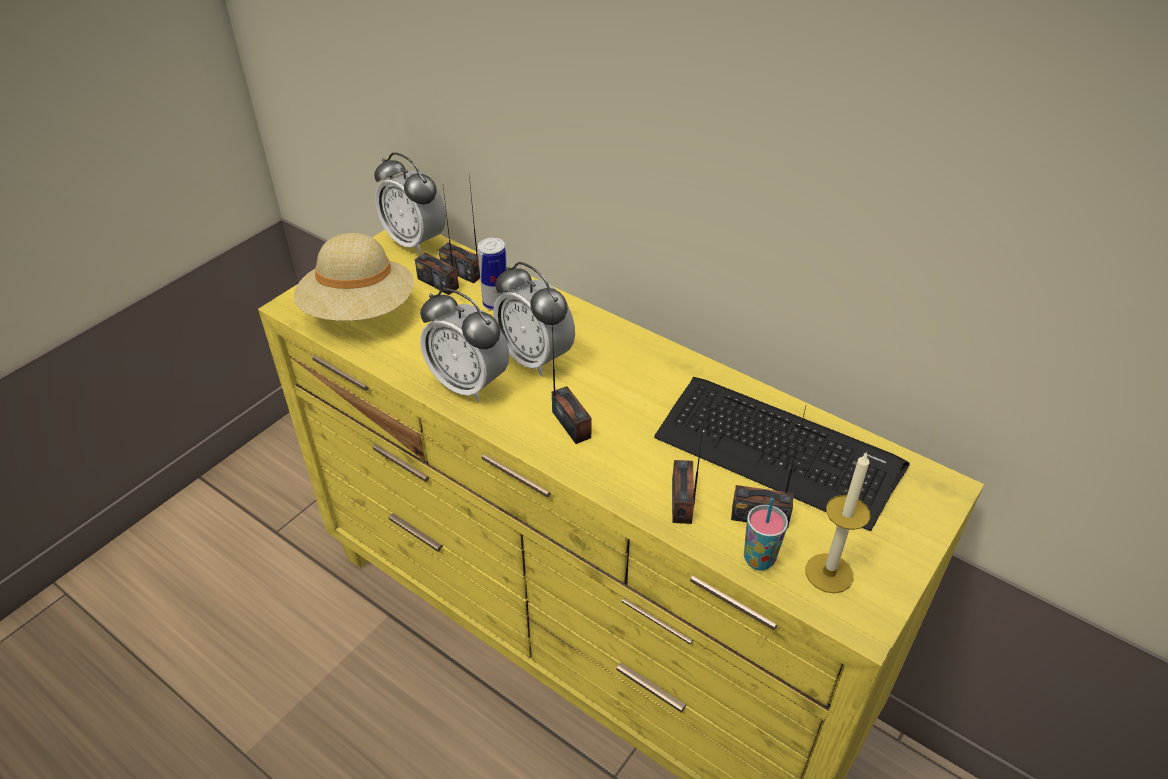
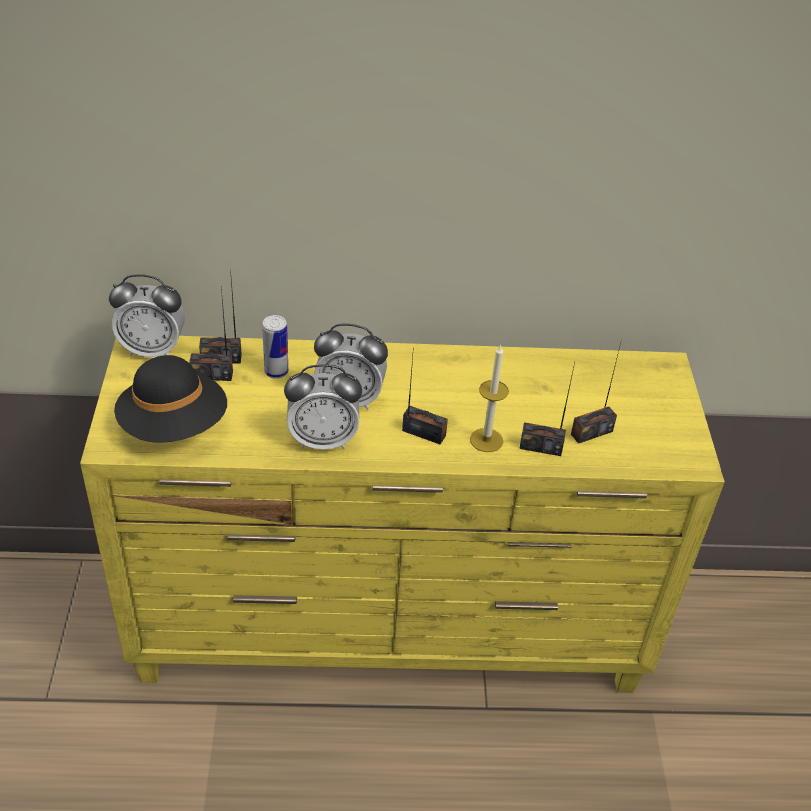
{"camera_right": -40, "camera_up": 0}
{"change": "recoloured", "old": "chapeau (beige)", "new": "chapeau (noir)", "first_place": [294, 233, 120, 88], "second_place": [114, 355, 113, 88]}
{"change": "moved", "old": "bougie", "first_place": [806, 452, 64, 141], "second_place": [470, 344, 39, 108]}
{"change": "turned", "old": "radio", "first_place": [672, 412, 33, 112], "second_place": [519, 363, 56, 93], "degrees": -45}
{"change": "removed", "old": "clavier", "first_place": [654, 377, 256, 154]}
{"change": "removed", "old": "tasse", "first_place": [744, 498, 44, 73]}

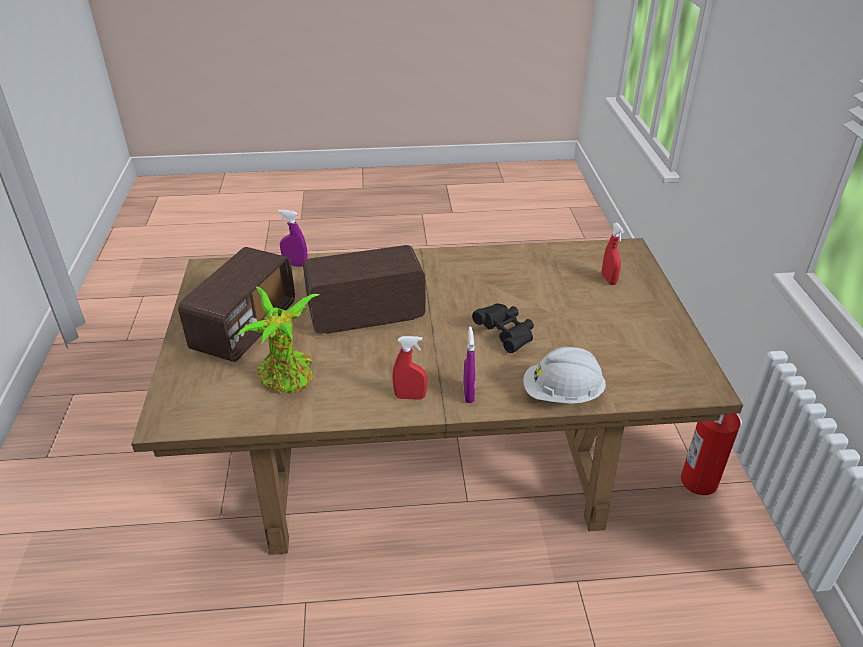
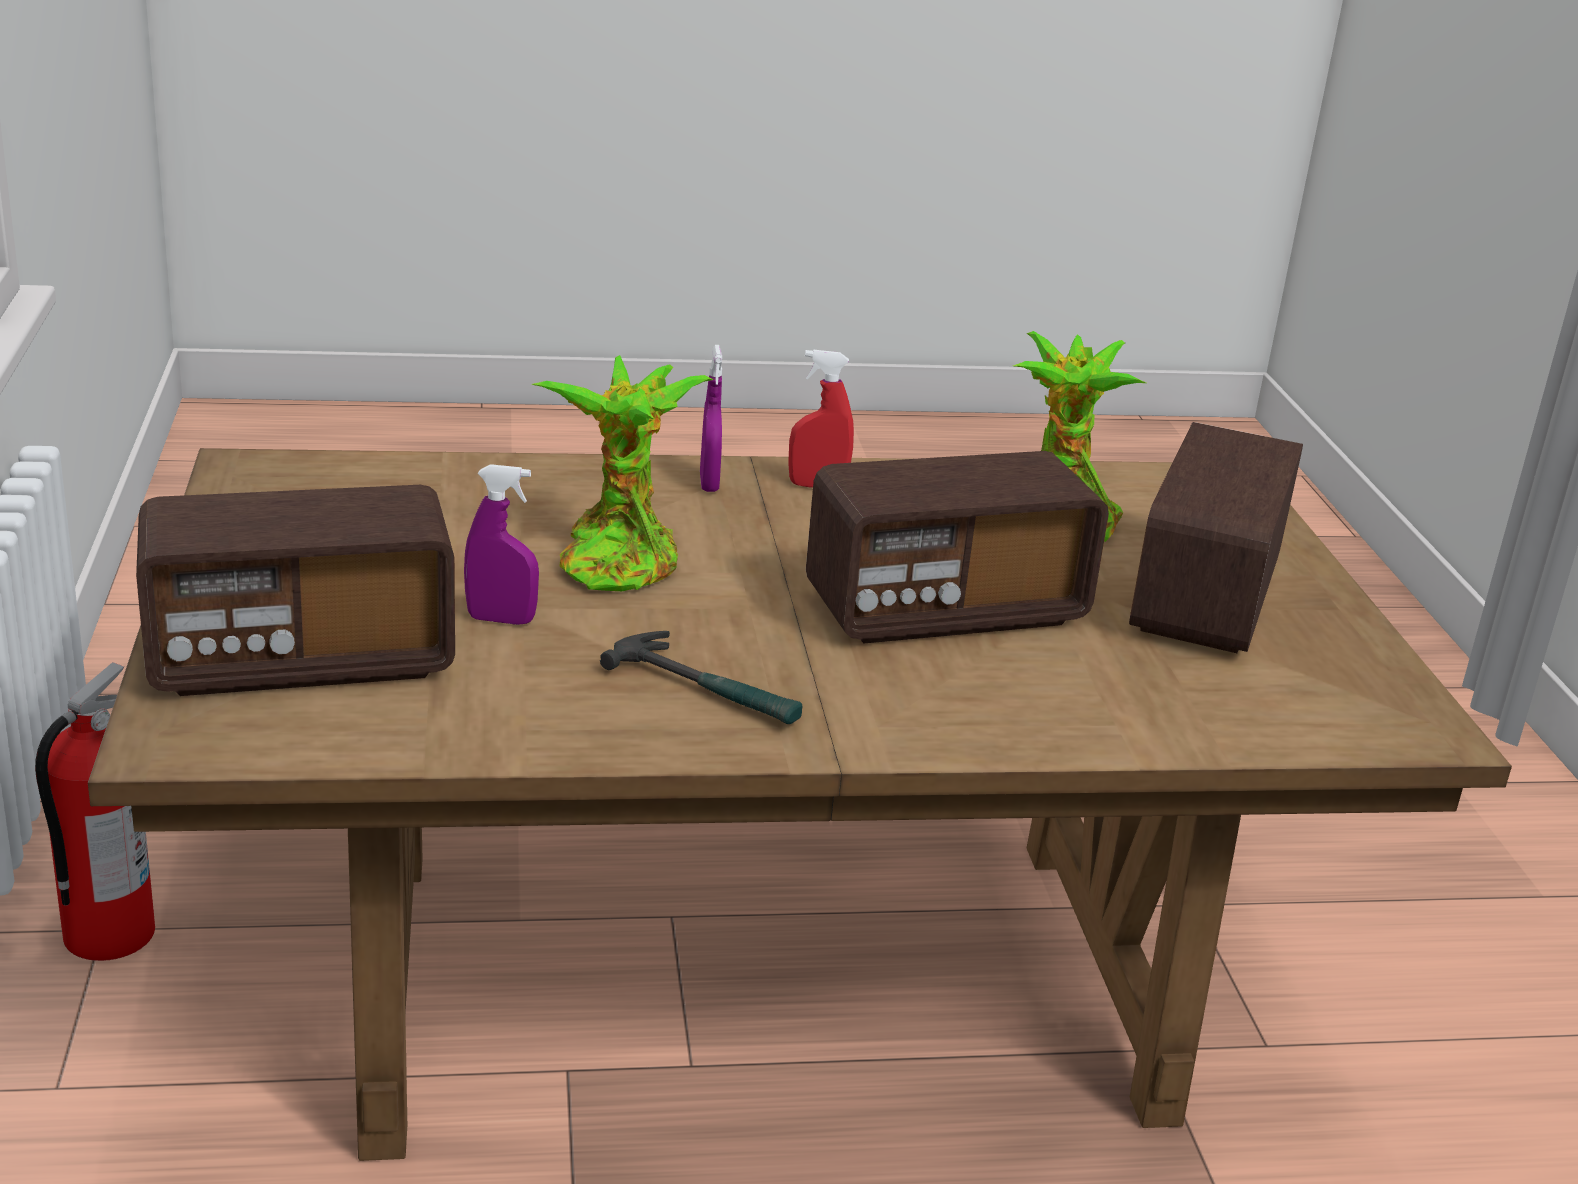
{"camera_right": 175, "camera_up": -10}
{"change": "replaced", "old": "vaporisateur (rouge)", "new": "radio", "first_place": [602, 223, 22, 62], "second_place": [136, 485, 319, 211]}
{"change": "moved", "old": "vaporisateur (violet)", "first_place": [278, 210, 30, 57], "second_place": [464, 464, 75, 161]}
{"change": "replaced", "old": "jumelles (noir)", "new": "plante en pot", "first_place": [472, 304, 62, 49], "second_place": [532, 355, 182, 236]}
{"change": "added", "new": "marteau", "second_place": [600, 631, 202, 93]}
{"change": "removed", "old": "casque de chantier (blanc)", "first_place": [523, 347, 83, 57]}

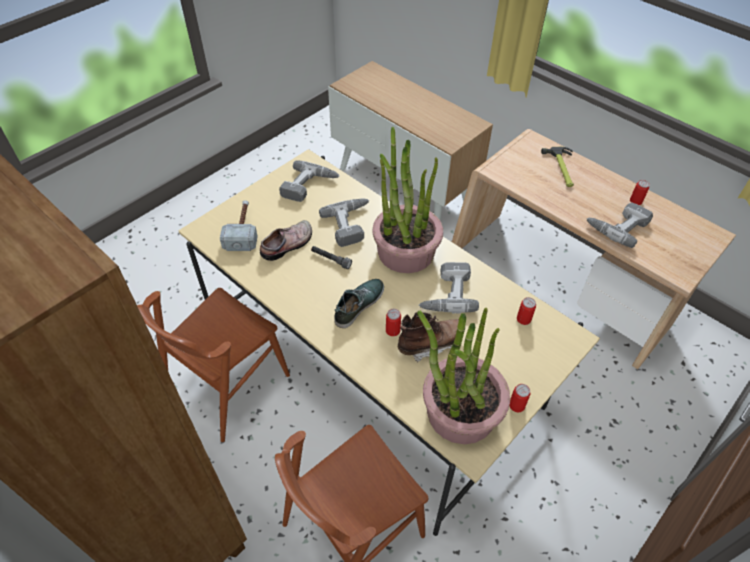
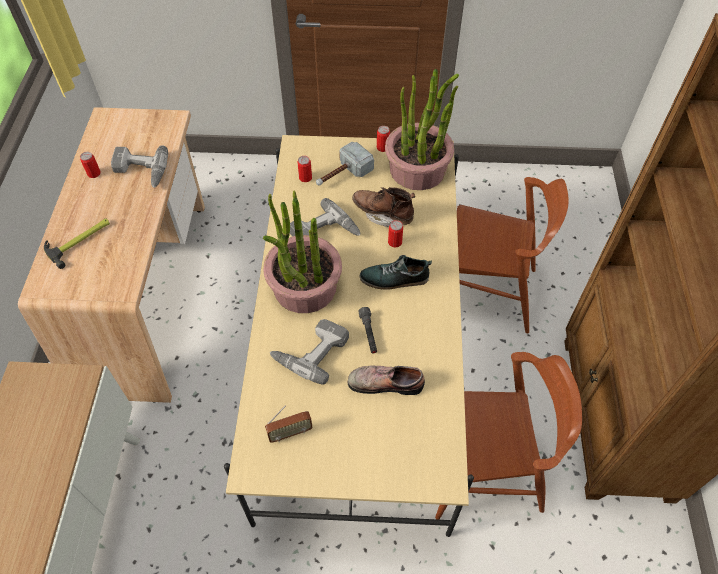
{"camera_right": -130, "camera_up": 5}
{"change": "replaced", "old": "perceuse", "new": "radio", "first_place": [279, 160, 61, 42], "second_place": [265, 405, 48, 38]}
{"change": "moved", "old": "marteau", "first_place": [220, 200, 37, 51], "second_place": [316, 142, 58, 44]}

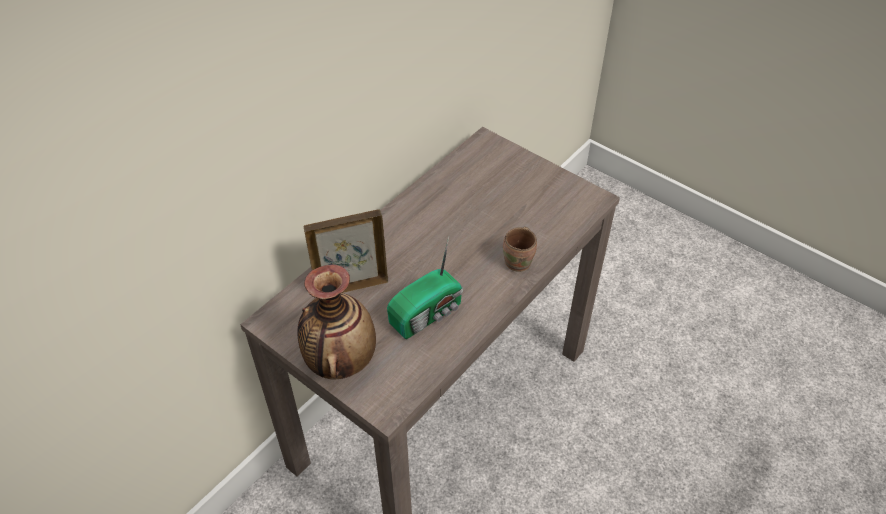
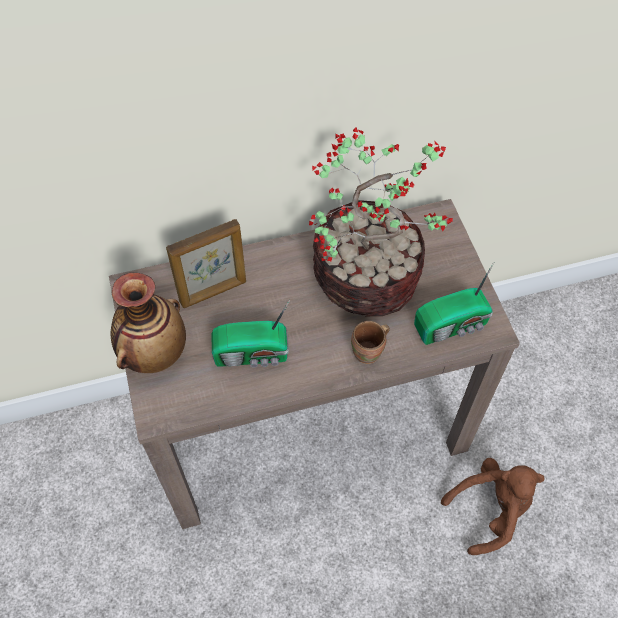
{"camera_right": 35, "camera_up": 10}
{"change": "turned", "old": "cadre photo", "first_place": [304, 210, 84, 83], "second_place": [166, 219, 80, 89], "degrees": 135}
{"change": "added", "new": "plante en pot", "second_place": [309, 127, 144, 189]}
{"change": "added", "new": "radio", "second_place": [414, 262, 80, 83]}
{"change": "added", "new": "peluche (marron)", "second_place": [441, 458, 104, 97]}

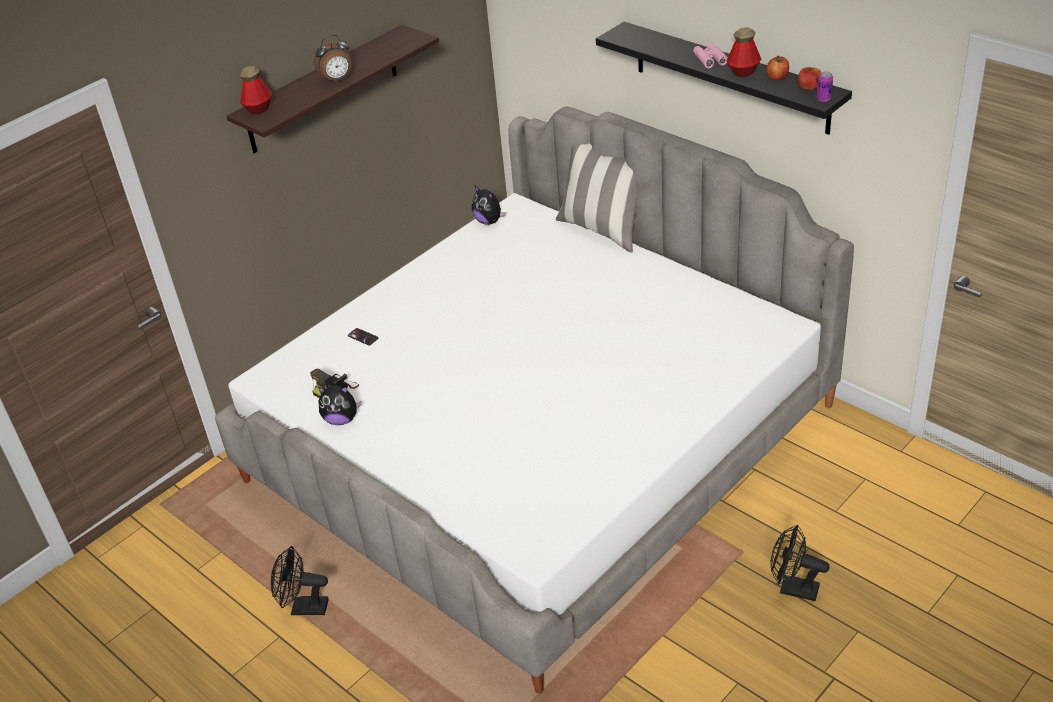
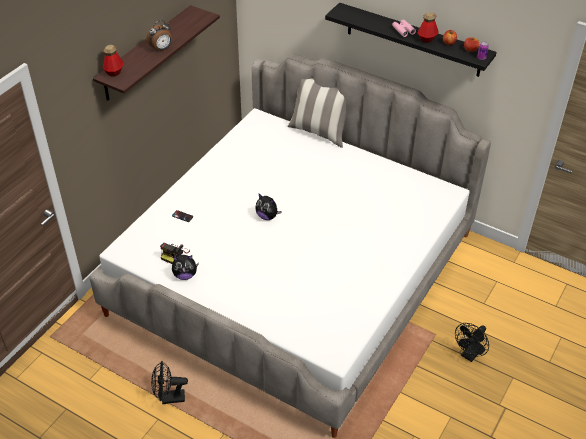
{"camera_right": -15, "camera_up": 5}
{"change": "moved", "old": "peluche", "first_place": [472, 185, 34, 40], "second_place": [255, 194, 27, 26]}
{"change": "turned", "old": "ventilateur (noir)", "first_place": [771, 525, 59, 76], "second_place": [455, 323, 34, 39], "degrees": -60}

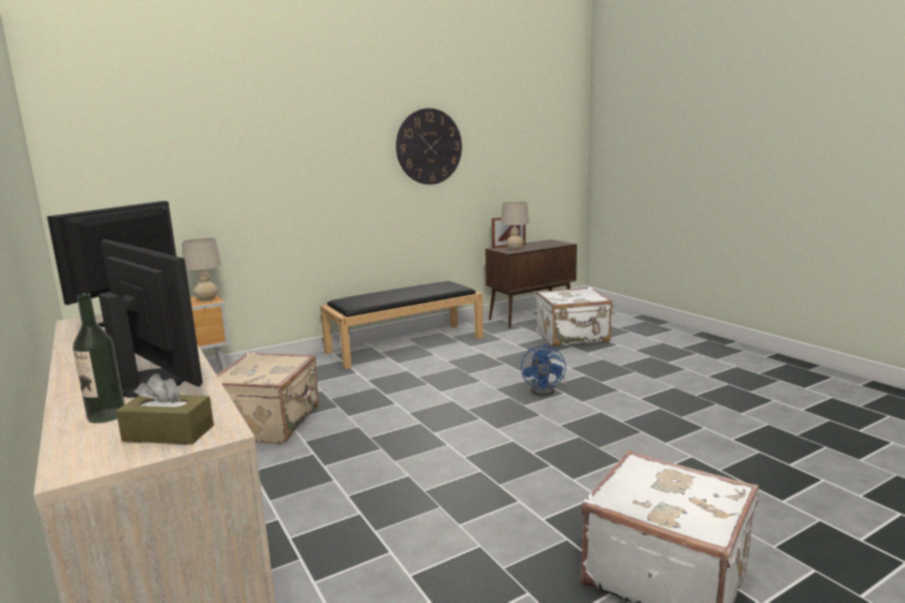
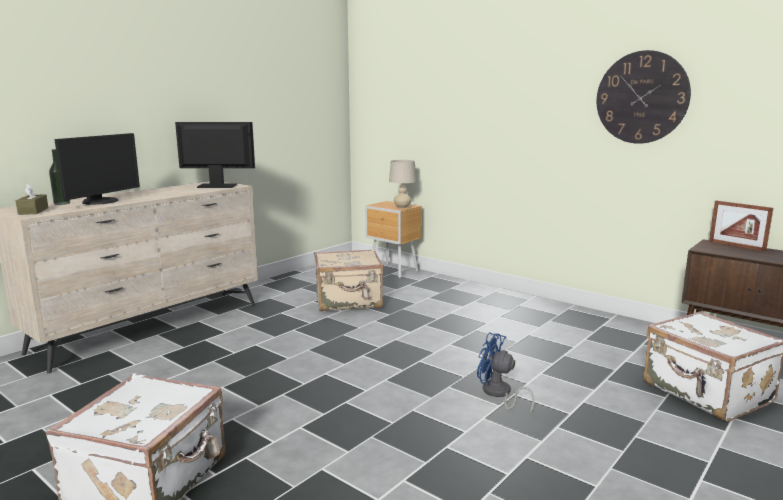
{"camera_right": 70, "camera_up": 0}
{"change": "turned", "old": "ventilateur (bleu)", "first_place": [521, 344, 46, 52], "second_place": [477, 332, 58, 82], "degrees": 45}
{"change": "removed", "old": "banc (noir)", "first_place": [320, 281, 163, 88]}
{"change": "removed", "old": "lampe de table (beige)", "first_place": [501, 202, 28, 49]}

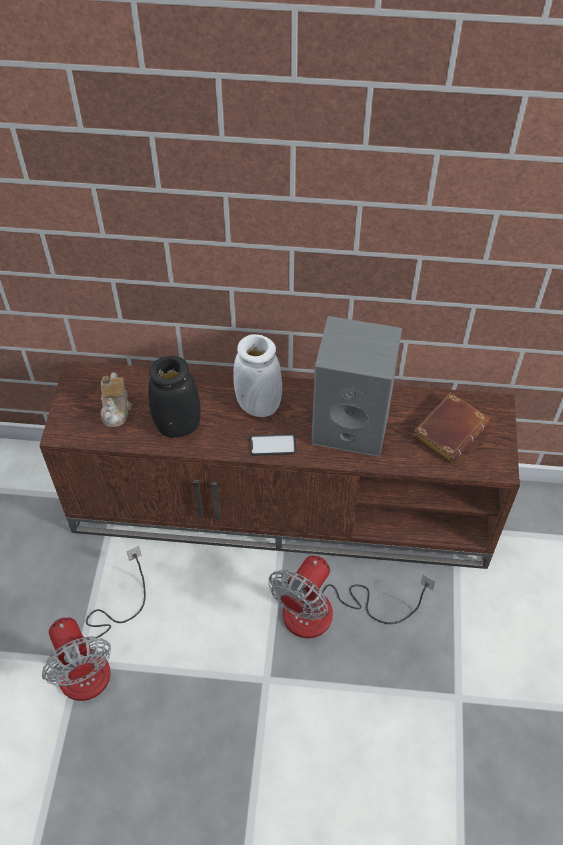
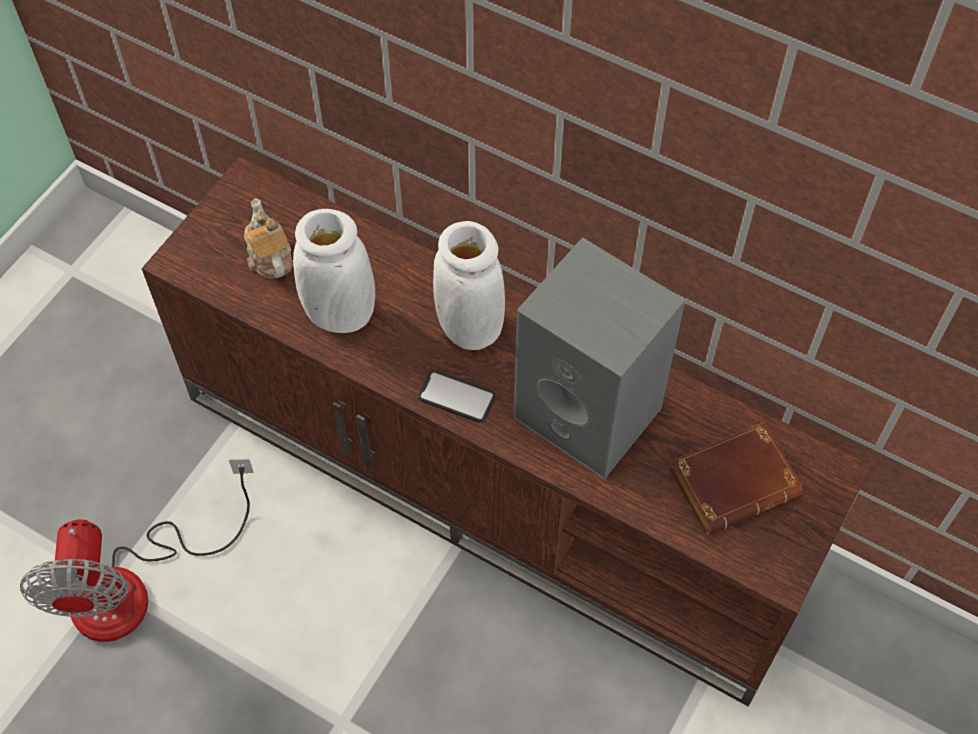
{"camera_right": 25, "camera_up": 5}
{"change": "turned", "old": "théière", "first_place": [100, 372, 32, 55], "second_place": [244, 198, 49, 80], "degrees": 135}
{"change": "recoloured", "old": "vase (noir)", "new": "vase (blanc)", "first_place": [148, 356, 53, 82], "second_place": [293, 209, 82, 124]}
{"change": "removed", "old": "ventilateur", "first_place": [269, 555, 166, 83]}

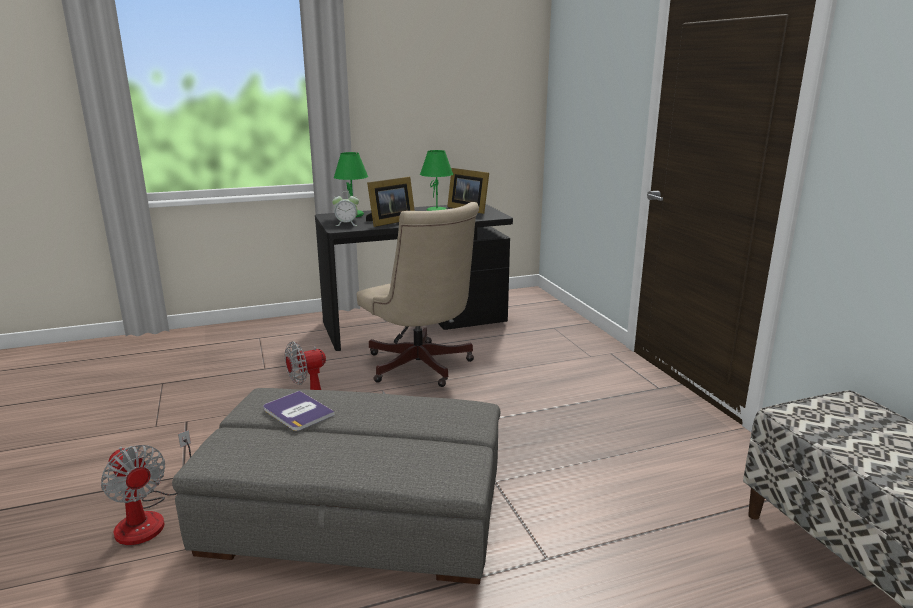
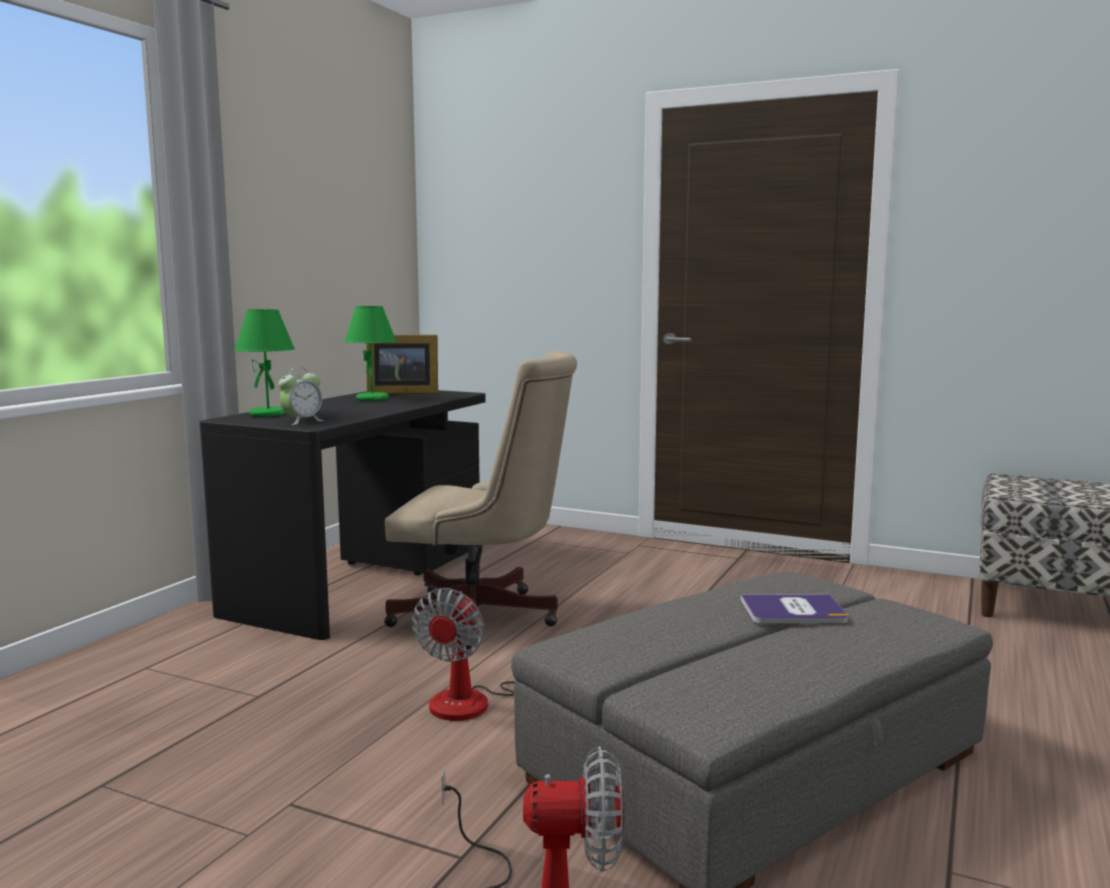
{"camera_right": -45, "camera_up": -10}
{"change": "moved", "old": "livre", "first_place": [263, 391, 72, 40], "second_place": [741, 594, 107, 30]}
{"change": "removed", "old": "cadre photo", "first_place": [366, 177, 49, 50]}

